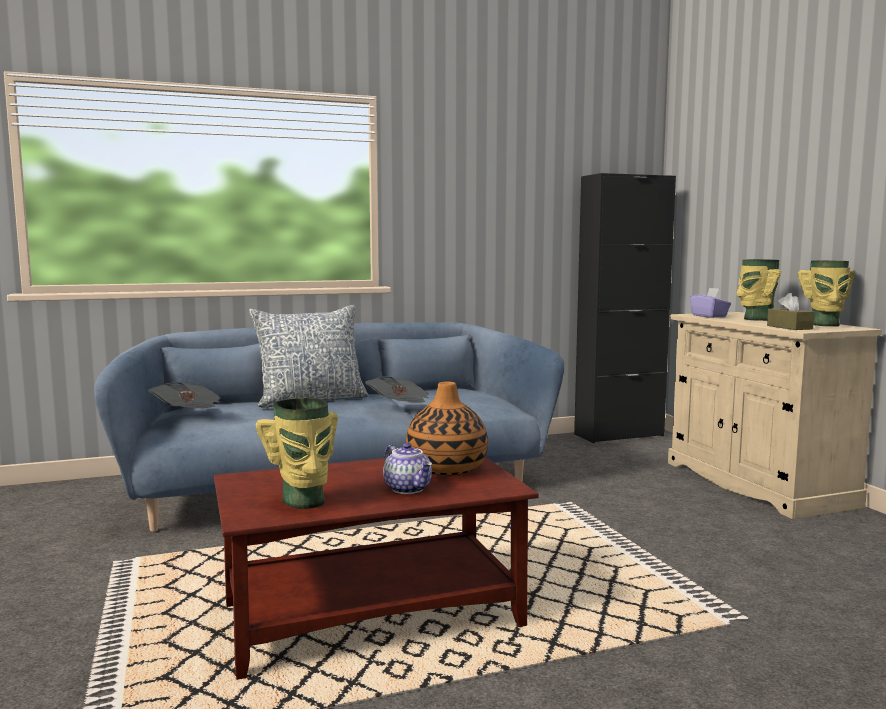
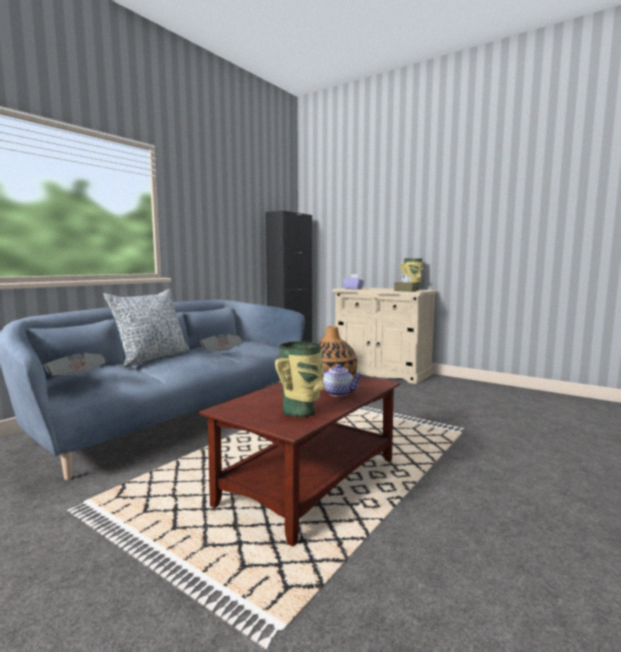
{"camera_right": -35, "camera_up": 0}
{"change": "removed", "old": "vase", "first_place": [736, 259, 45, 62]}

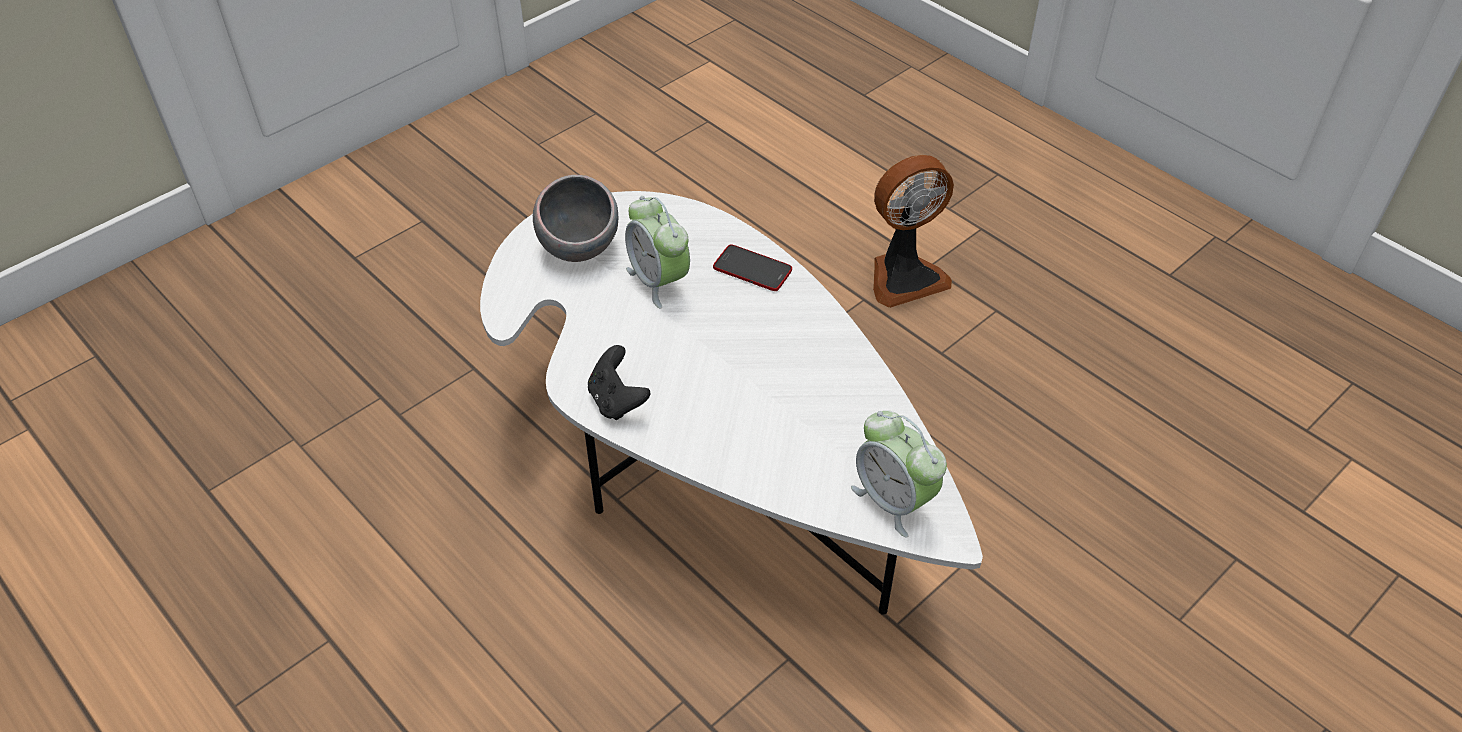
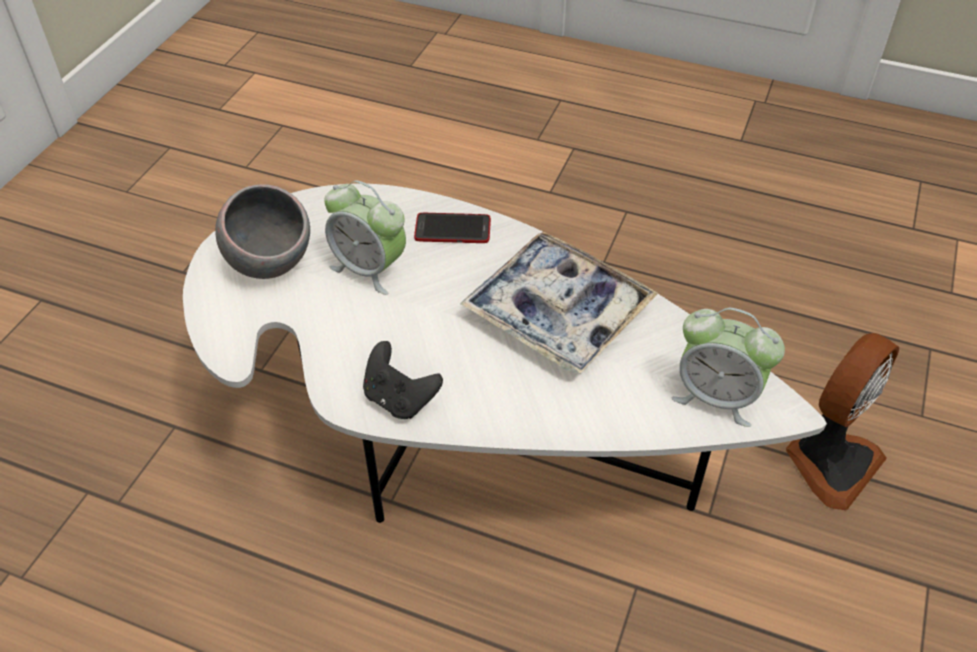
{"camera_right": -25, "camera_up": 0}
{"change": "added", "new": "plateau", "second_place": [460, 232, 198, 141]}
{"change": "moved", "old": "ventilateur", "first_place": [873, 155, 81, 153], "second_place": [786, 333, 113, 177]}

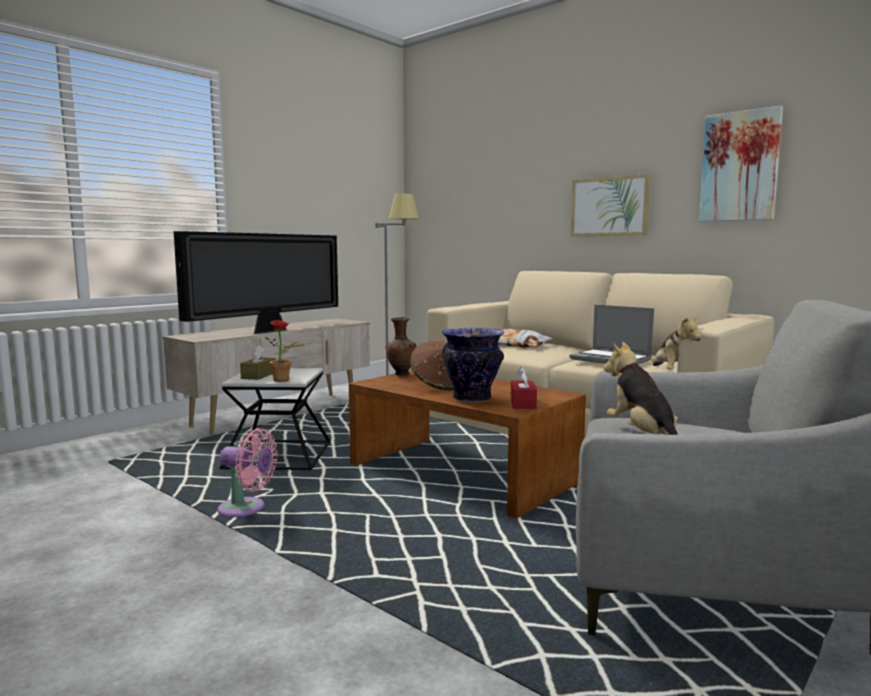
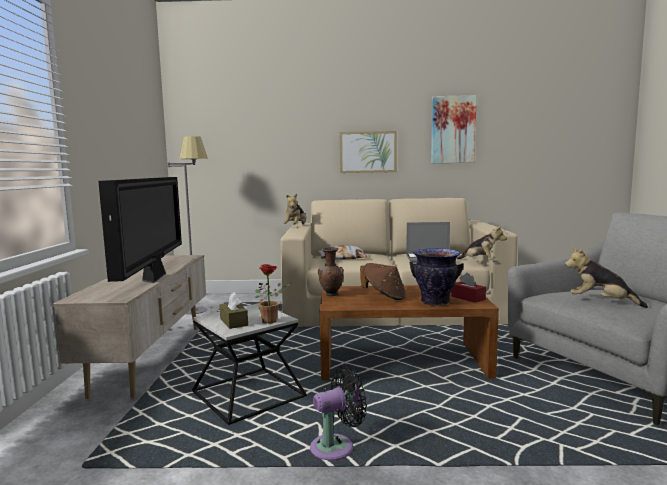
{"camera_right": -40, "camera_up": 0}
{"change": "added", "new": "peluche", "second_place": [283, 194, 24, 31]}
{"change": "recoloured", "old": "ventilateur (rose)", "new": "ventilateur (noir)", "first_place": [217, 428, 61, 89], "second_place": [310, 367, 57, 93]}

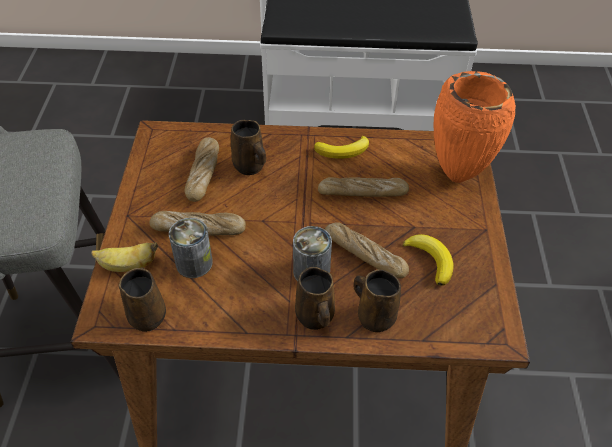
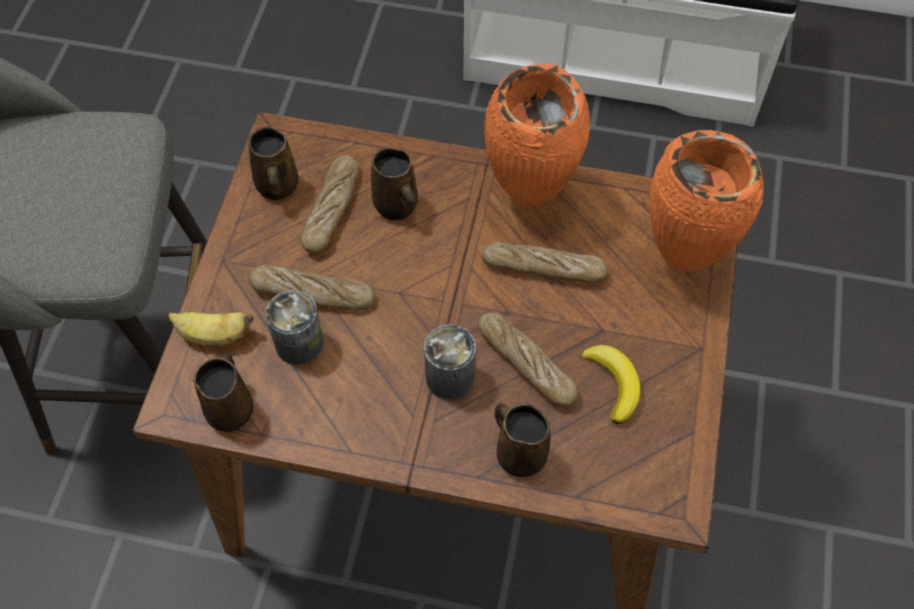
{"camera_right": 10, "camera_up": 10}
{"change": "moved", "old": "mug (marron)", "first_place": [295, 267, 40, 63], "second_place": [248, 126, 51, 74]}
{"change": "replaced", "old": "banane", "new": "vase (orange)", "first_place": [314, 136, 55, 23], "second_place": [484, 64, 106, 142]}

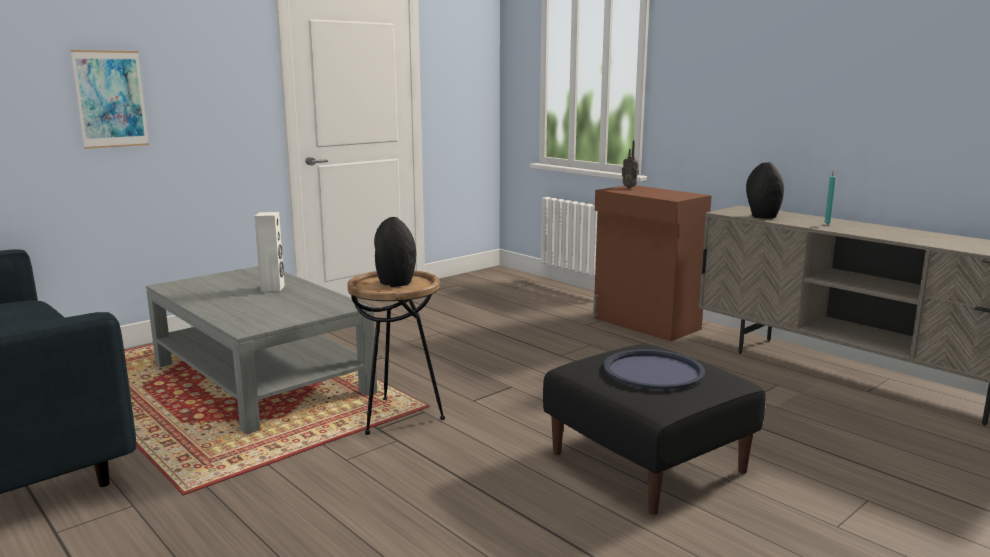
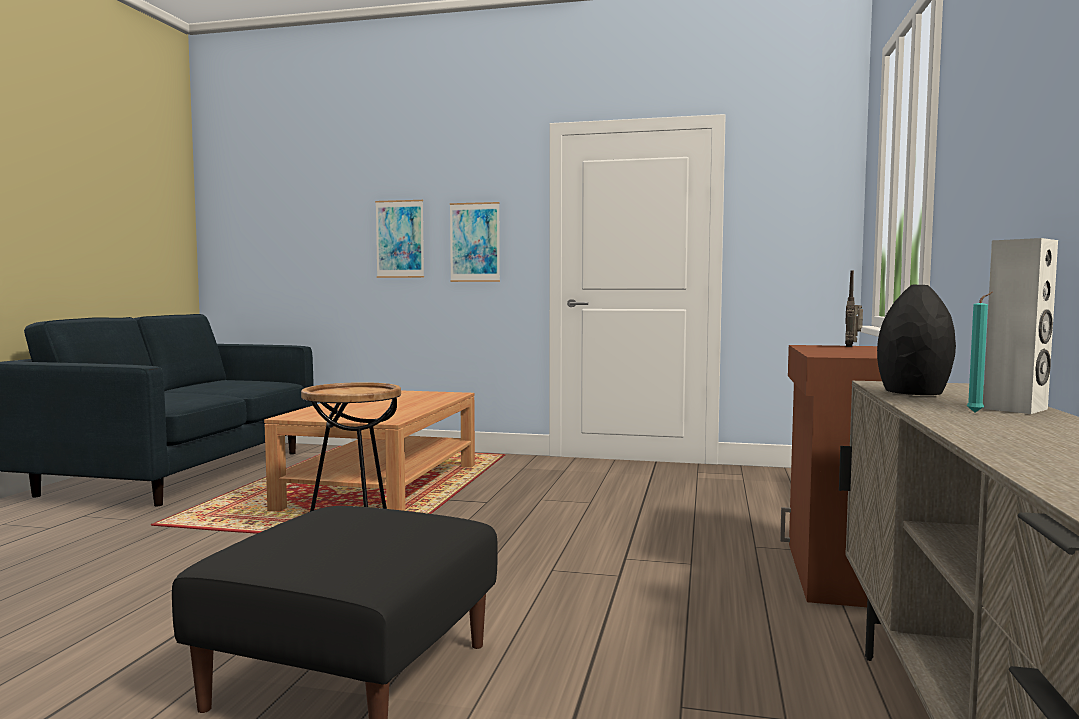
{"camera_right": 55, "camera_up": -10}
{"change": "recoloured", "old": "table basse (gris)", "new": "table basse (marron)", "first_place": [146, 266, 231, 168], "second_place": [264, 390, 211, 121]}
{"change": "added", "new": "tableau", "second_place": [450, 202, 50, 80]}
{"change": "moved", "old": "enceinte (blanc)", "first_place": [254, 212, 31, 80], "second_place": [983, 238, 75, 176]}
{"change": "removed", "old": "vase (noir)", "first_place": [374, 217, 42, 70]}
{"change": "removed", "old": "plateau (bleu)", "first_place": [604, 349, 101, 41]}

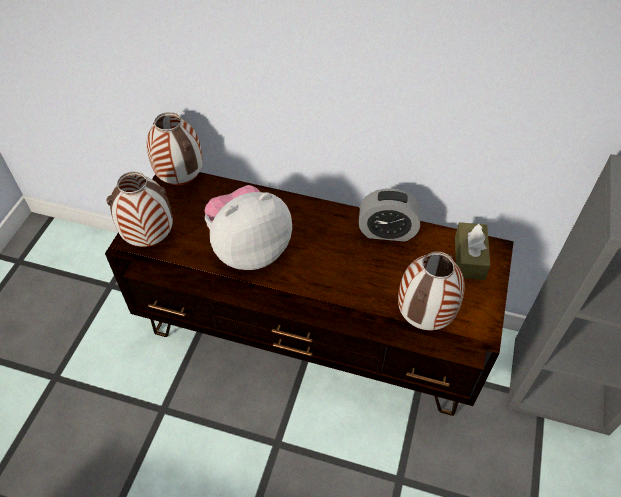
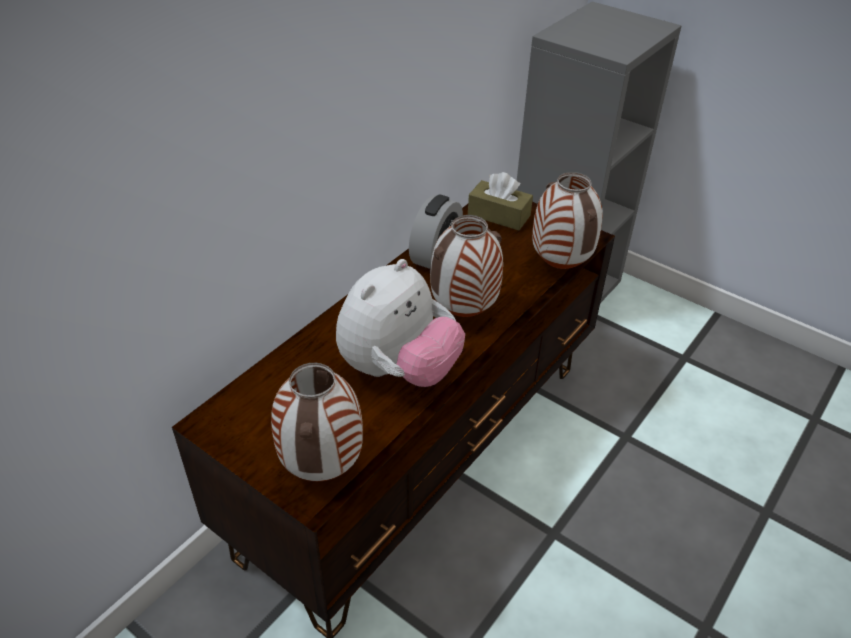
{"camera_right": -70, "camera_up": -10}
{"change": "turned", "old": "peluche", "first_place": [204, 185, 88, 85], "second_place": [336, 259, 129, 128], "degrees": -135}
{"change": "moved", "old": "vase", "first_place": [147, 112, 56, 73], "second_place": [430, 215, 73, 102]}

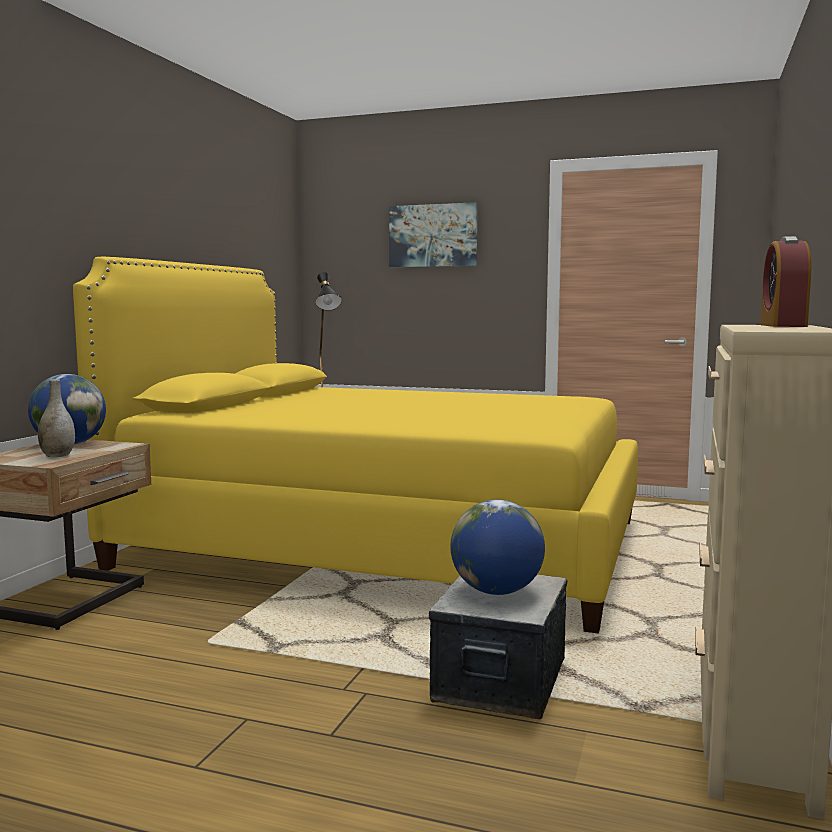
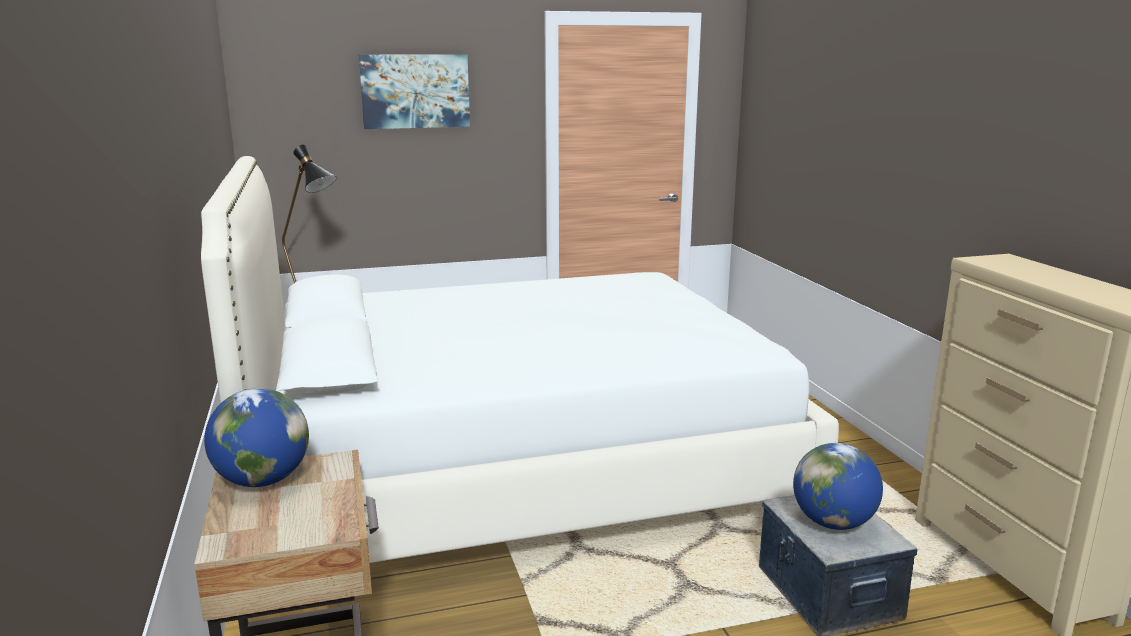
{"camera_right": -35, "camera_up": 10}
{"change": "recoloured", "old": "lit (jaune)", "new": "lit (blanc)", "first_place": [73, 257, 565, 377], "second_place": [201, 156, 638, 407]}
{"change": "removed", "old": "vase (gris)", "first_place": [38, 379, 37, 78]}
{"change": "removed", "old": "réveil", "first_place": [760, 236, 51, 91]}

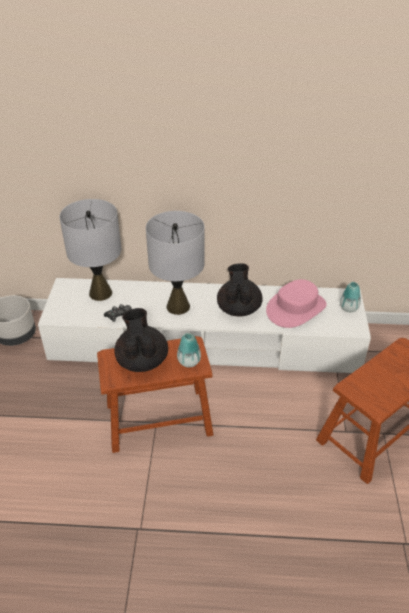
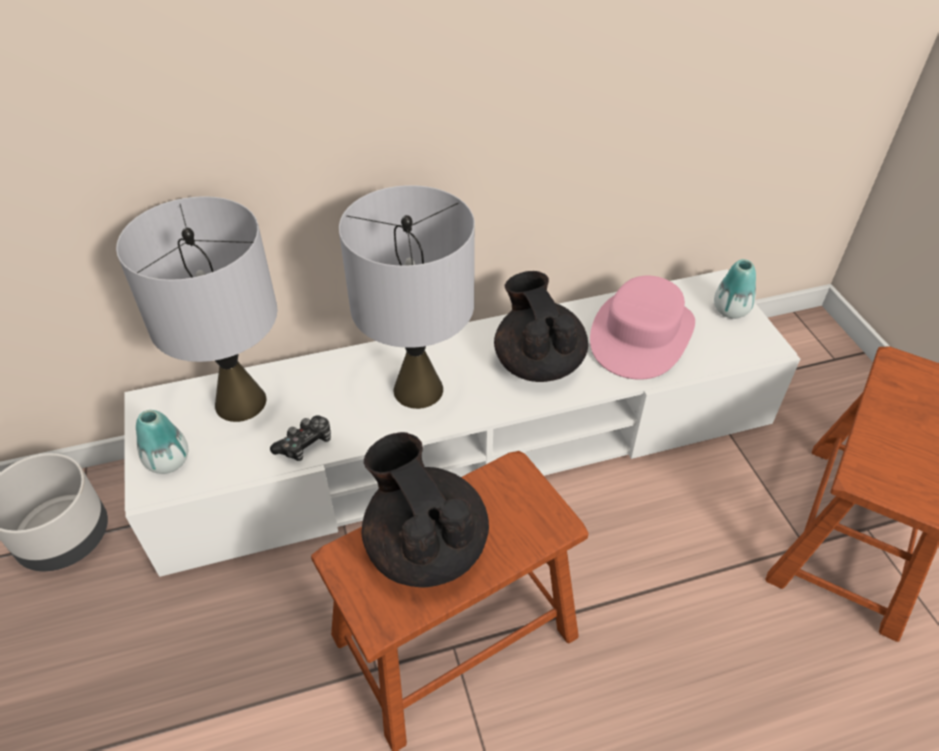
{"camera_right": -20, "camera_up": 5}
{"change": "moved", "old": "vase", "first_place": [177, 333, 24, 34], "second_place": [136, 410, 52, 64]}

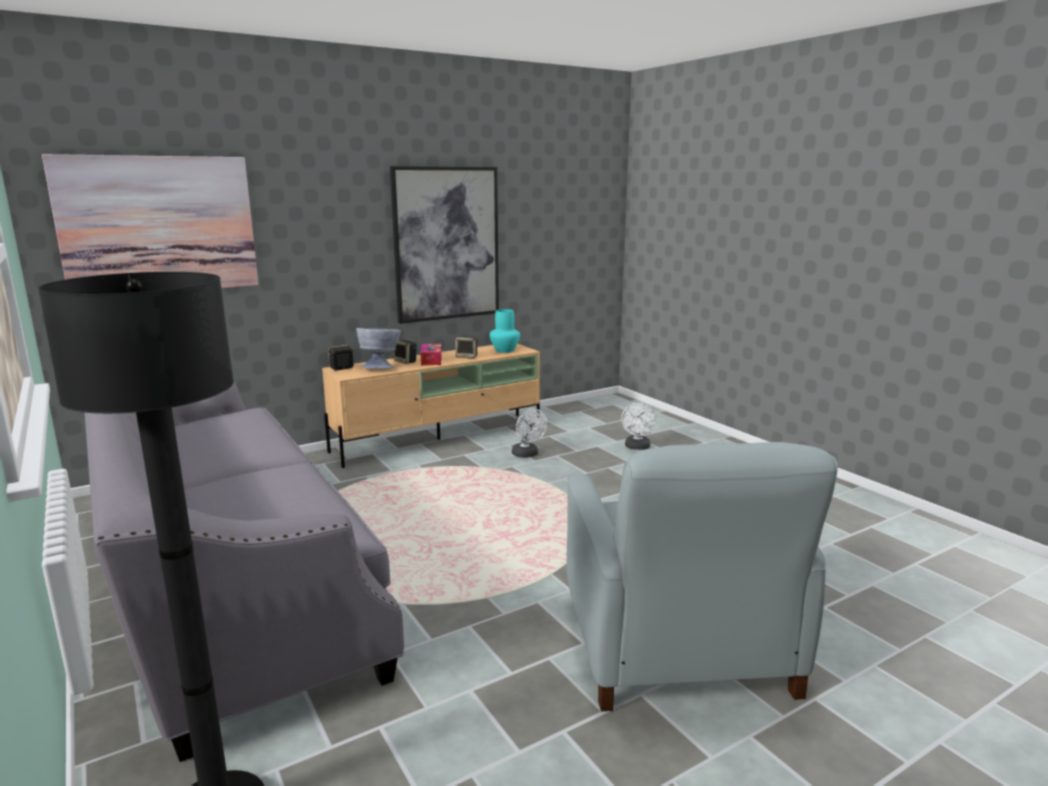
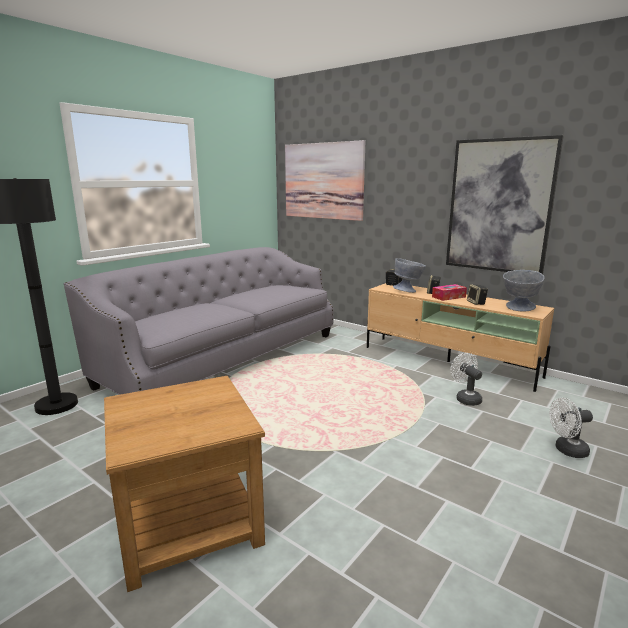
{"camera_right": 70, "camera_up": 0}
{"change": "replaced", "old": "fauteuil (gris)", "new": "table d'appoint (marron)", "first_place": [566, 442, 272, 269], "second_place": [104, 376, 161, 216]}
{"change": "turned", "old": "ventilateur (blanc)", "first_place": [512, 409, 35, 49], "second_place": [450, 353, 32, 53], "degrees": 120}
{"change": "replaced", "old": "vase (turquoise)", "new": "bol (gris)", "first_place": [490, 309, 30, 44], "second_place": [503, 270, 42, 41]}

